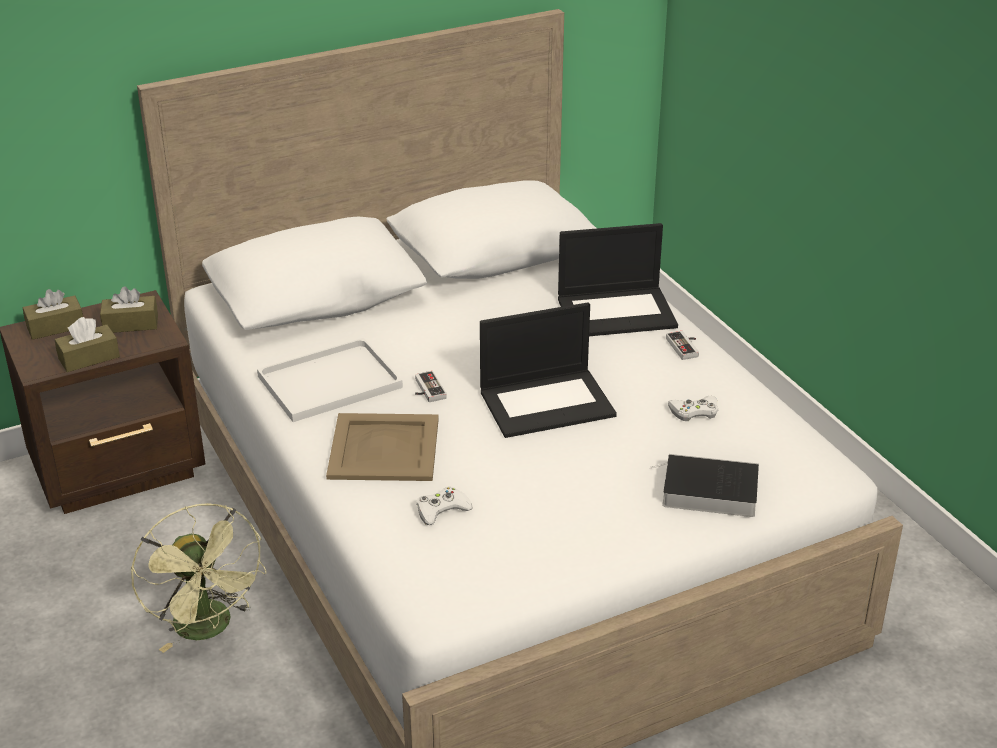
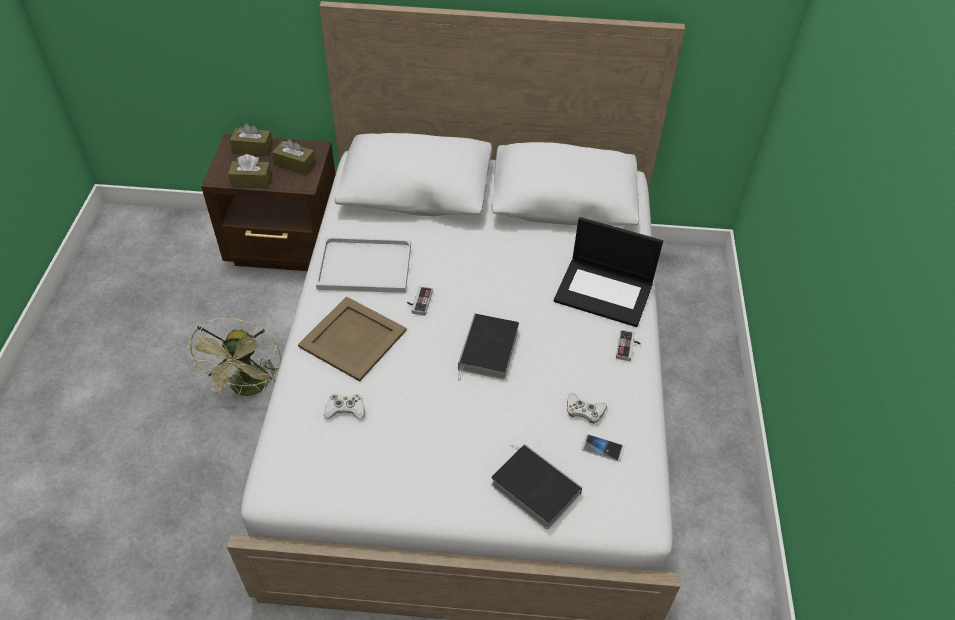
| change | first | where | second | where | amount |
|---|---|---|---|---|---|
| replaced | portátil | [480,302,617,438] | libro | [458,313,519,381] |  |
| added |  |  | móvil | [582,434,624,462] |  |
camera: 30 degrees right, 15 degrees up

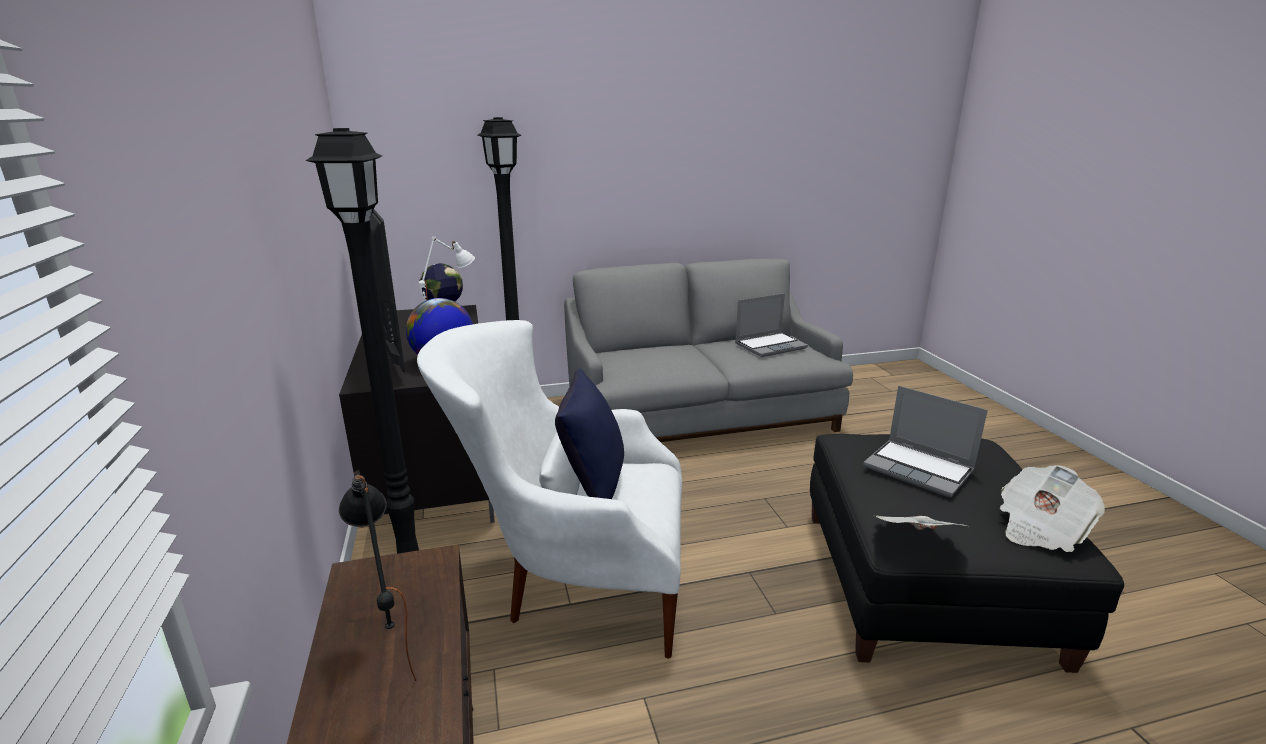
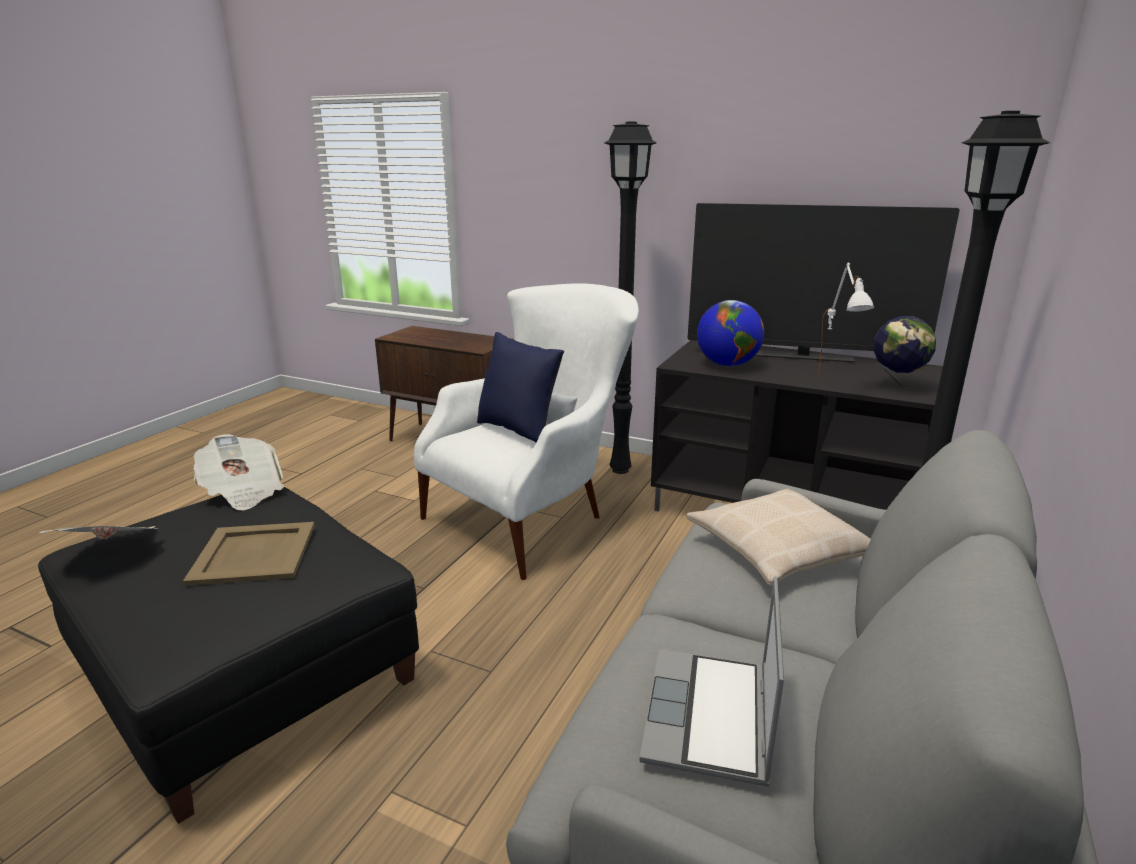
| change | first | where | second | where | amount |
|---|---|---|---|---|---|
| replaced | portátil | [863,386,988,497] | bandeja [beis] | [183,522,315,586] |  |
| added |  |  | cojín [beis] | [686,489,871,586] |  |
| removed | lámpara de mesa [negro] | [339,470,416,681] |  |  |  |
camera: 130 degrees right, 0 degrees up

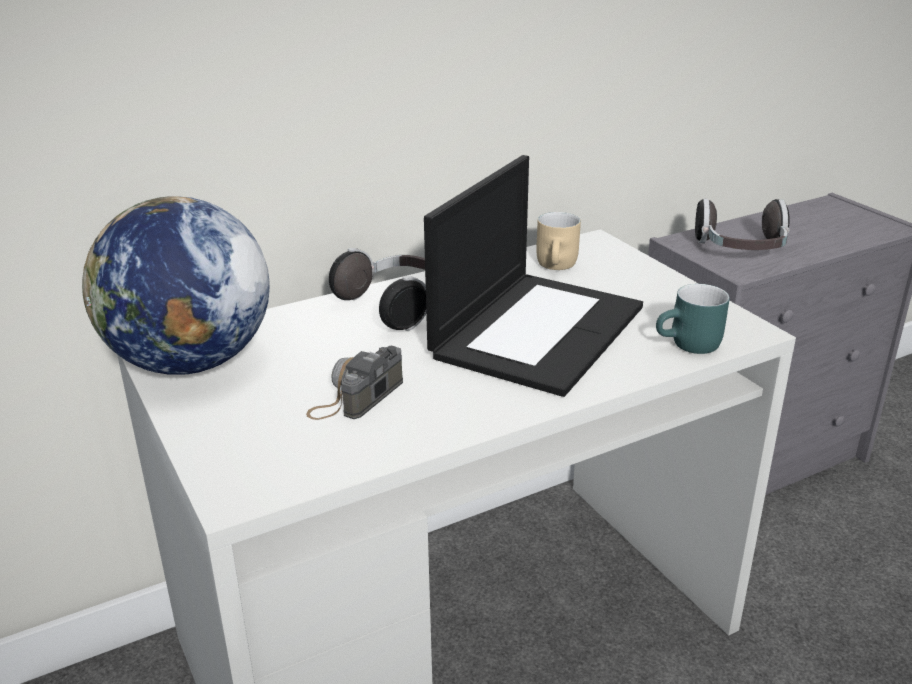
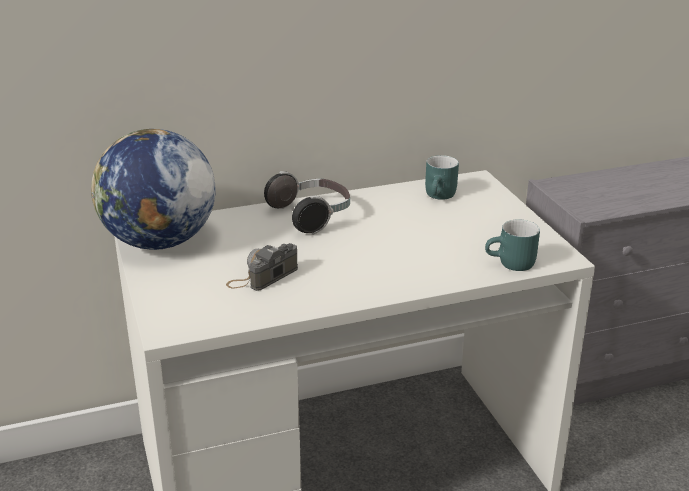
| change | first | where | second | where | amount |
|---|---|---|---|---|---|
| recoloured | taza grande [beis] | [537,212,581,270] | taza grande [turquesa] | [425,155,459,200] |  |
| removed | portátil | [424,155,643,397] |  |  |  |
| removed | auriculares | [695,198,790,250] |  |  |  |
camera: 10 degrees right, 0 degrees up

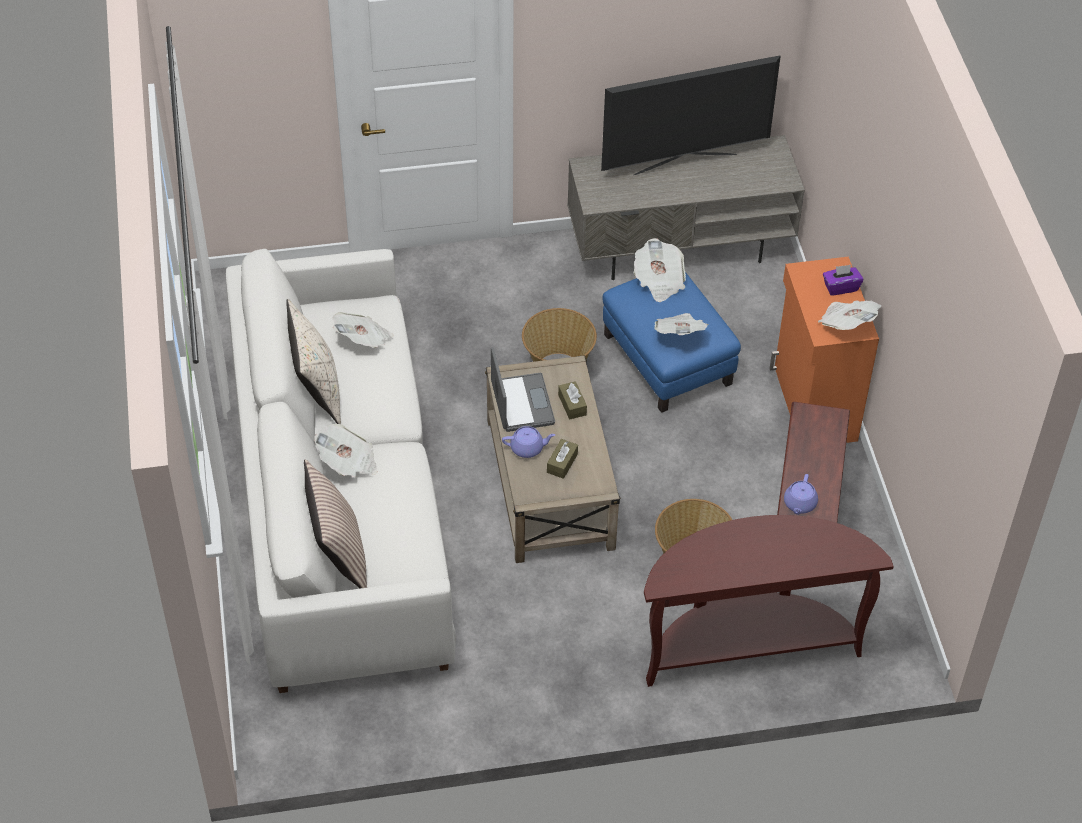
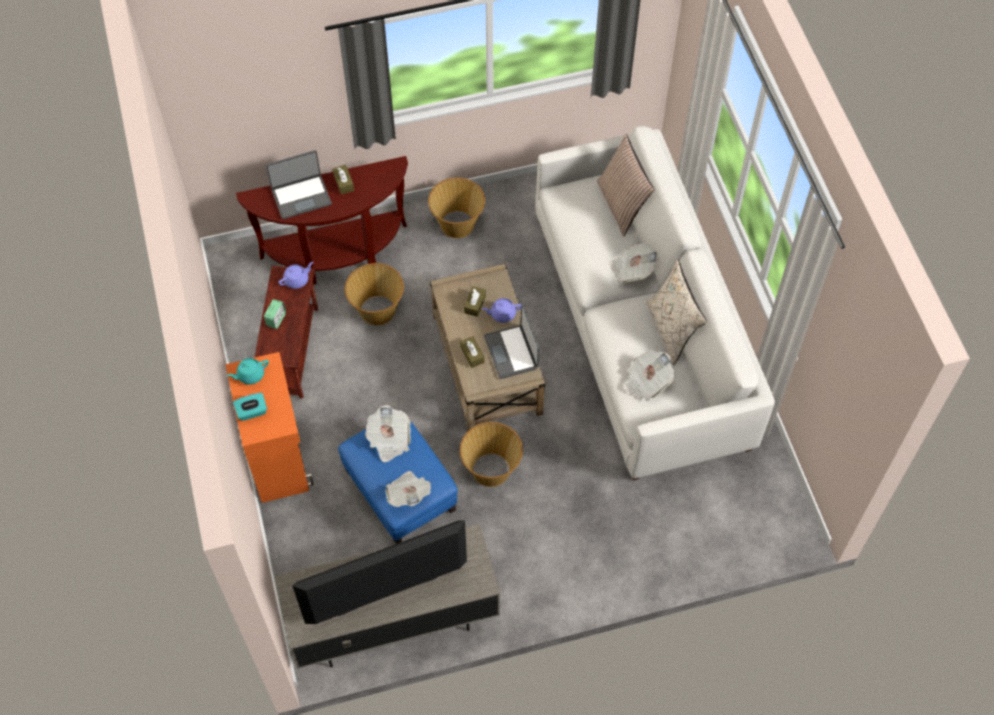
| change | first | where | second | where | amount |
|---|---|---|---|---|---|
| replaced | periódico | [818,300,881,330] | tetera [turquesa] | [227,358,269,385] |  |
| recoloured | caja de pañuelos [morado] | [823,265,863,296] | caja de pañuelos [turquesa] | [233,393,267,421] |  |
| added |  |  | despertador | [264,299,286,329] |  |
| added |  |  | portátil | [266,150,332,219] |  |
| turned | tetera [morado] | [784,474,818,515] |  | [278,262,313,289] | 45 degrees clockwise |
| added |  |  | caja de pañuelos [marrón] | [333,165,354,195] |  |
| added |  |  | cesta | [428,178,485,238] |  |
camera: 175 degrees right, 10 degrees up

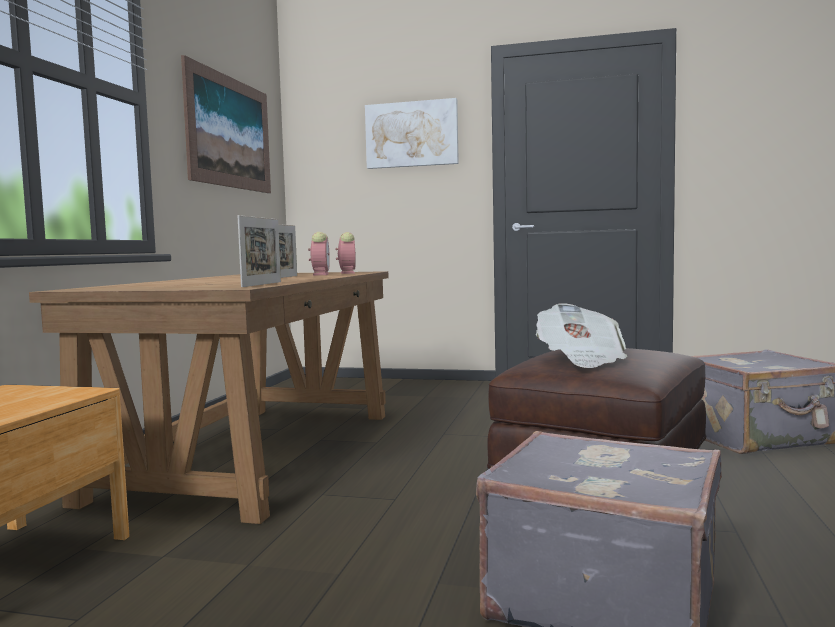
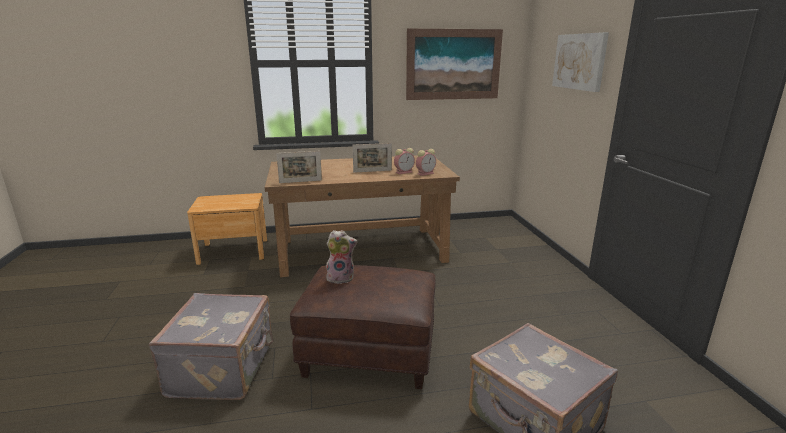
| change | first | where | second | where | amount |
|---|---|---|---|---|---|
| replaced | periódico | [536,303,627,368] | peluche | [326,230,357,284] |  |
camera: 65 degrees right, 15 degrees up

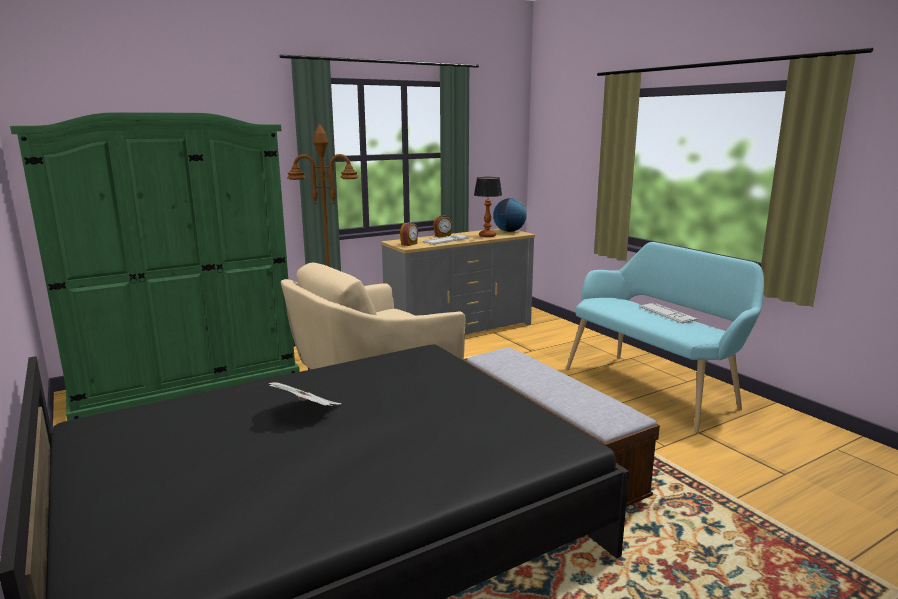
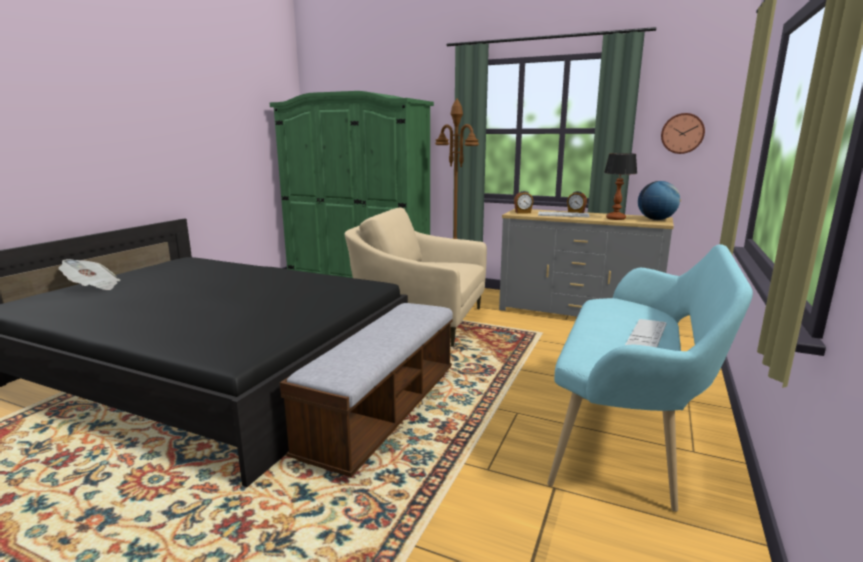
| change | first | where | second | where | amount |
|---|---|---|---|---|---|
| moved | periódico | [268,382,341,406] |  | [58,259,120,290] |  |
| added |  |  | reloj de pared | [661,113,705,154] |  |
camera: 55 degrees right, 0 degrees up

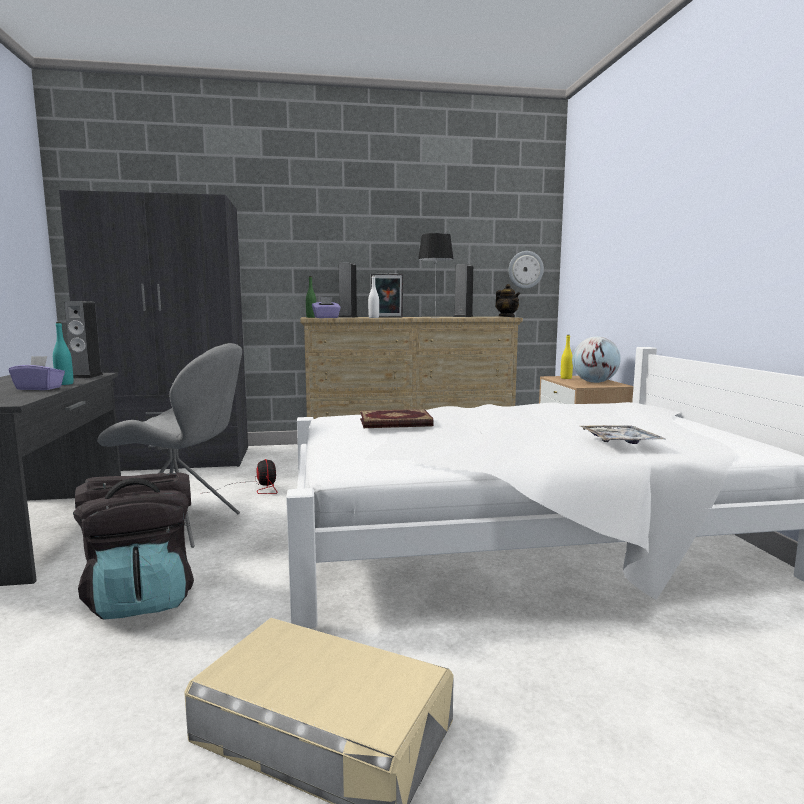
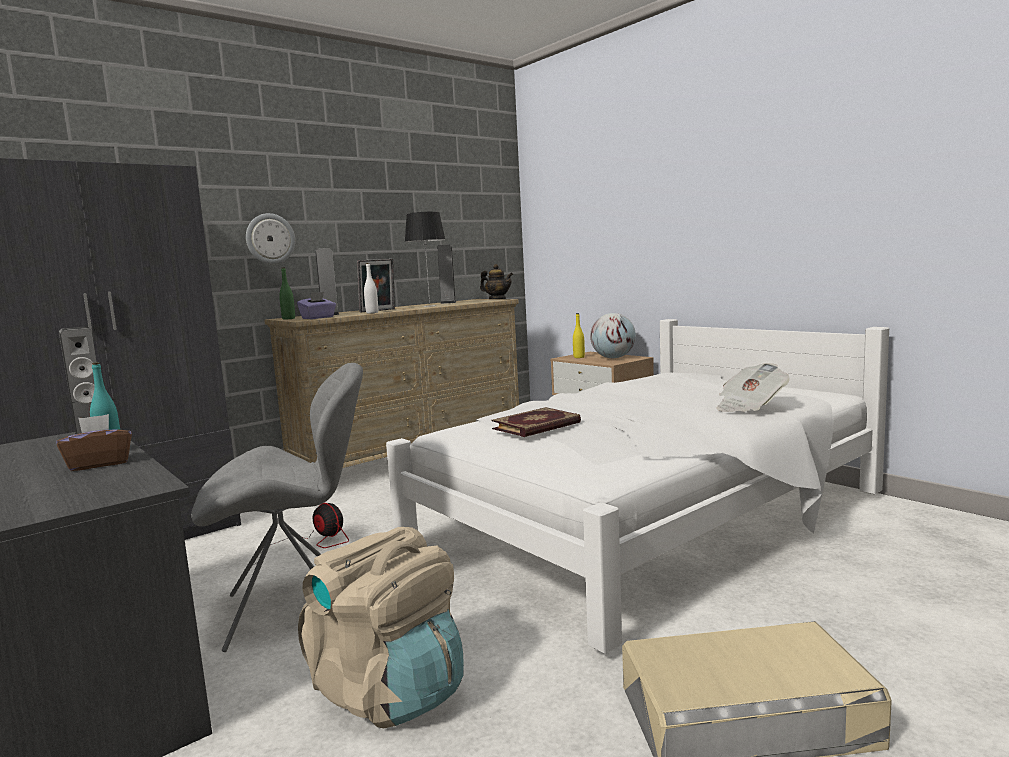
| change | first | where | second | where | amount |
|---|---|---|---|---|---|
| recoloured | caja de pañuelos [morado] | [9,356,65,390] | caja de pañuelos [marrón] | [56,414,132,471] |  |
| moved | reloj de pared | [508,251,544,289] |  | [246,213,295,264] |  |
| recoloured | mochila [negro] | [73,472,194,620] | mochila [beis] | [298,527,464,728] |  |
| replaced | bandeja | [580,425,667,444] | periódico | [716,363,789,412] |  |
camera: 30 degrees left, 0 degrees up

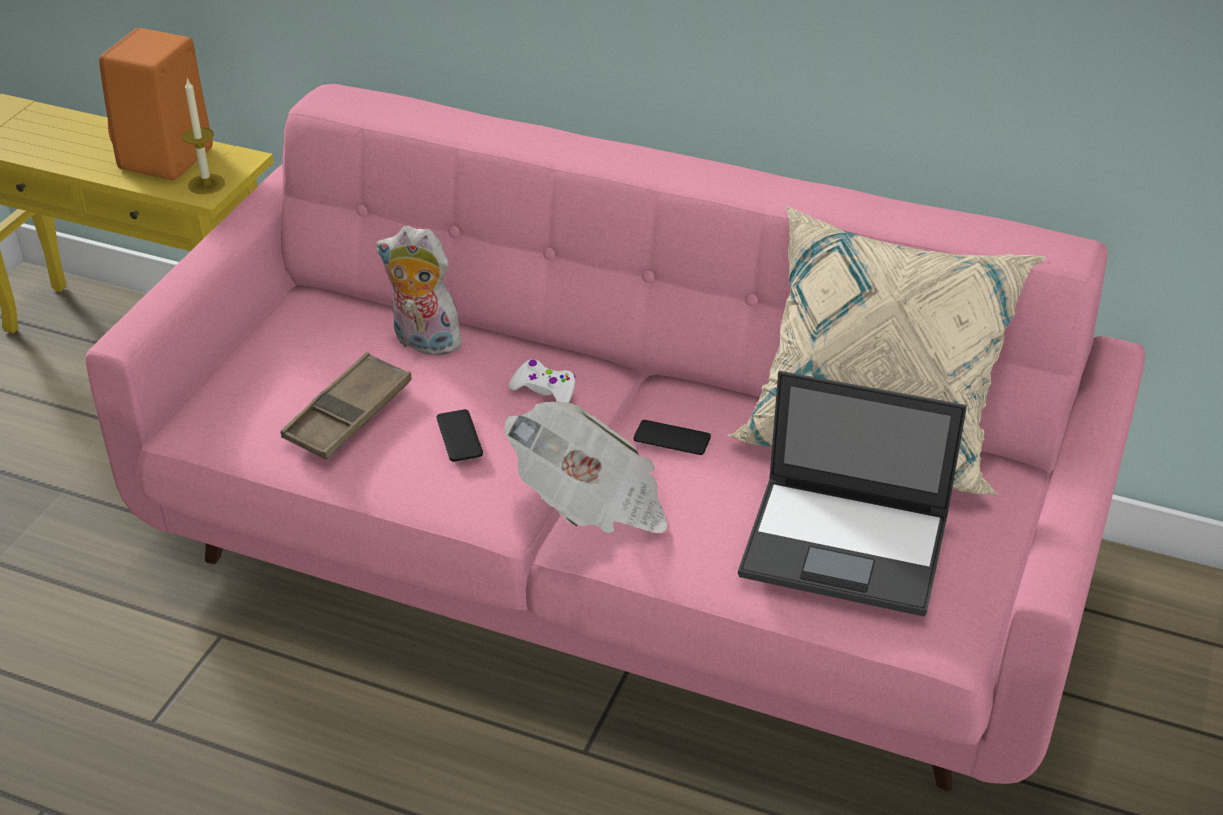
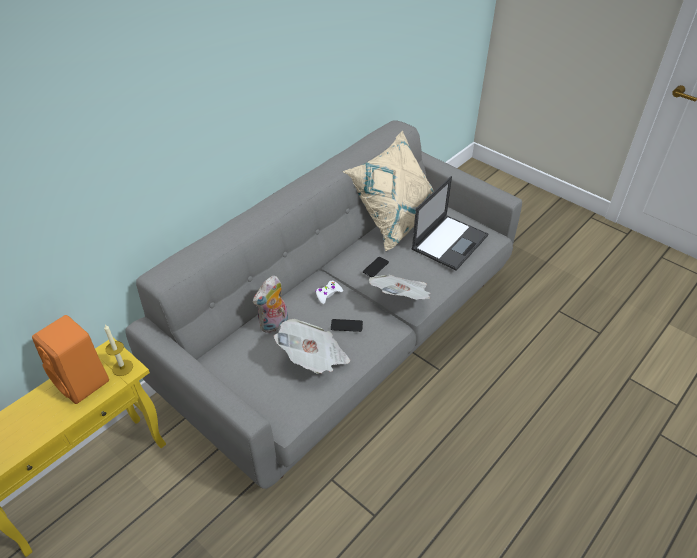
| change | first | where | second | where | amount |
|---|---|---|---|---|---|
| recoloured | sofá [rosa] | [86,84,1145,791] | sofá [gris] | [125,120,522,489] |  |
| replaced | bandeja [marrón] | [281,352,412,460] | periódico | [274,319,350,374] |  |
camera: 70 degrees left, 5 degrees up

